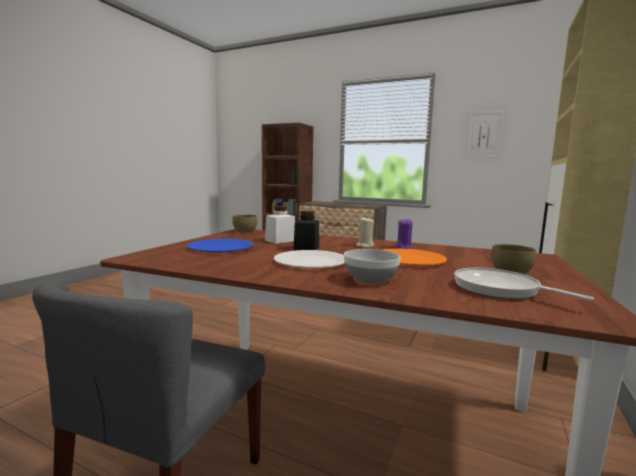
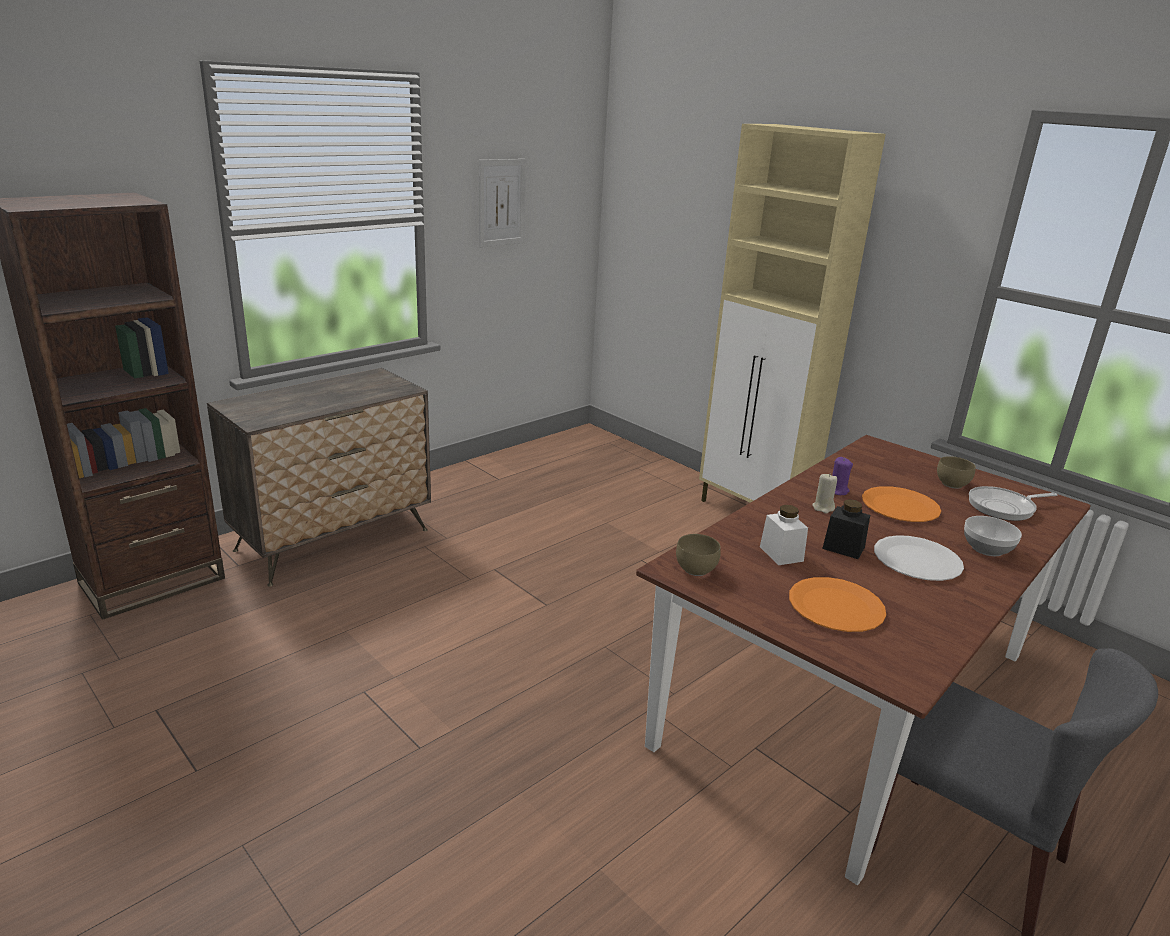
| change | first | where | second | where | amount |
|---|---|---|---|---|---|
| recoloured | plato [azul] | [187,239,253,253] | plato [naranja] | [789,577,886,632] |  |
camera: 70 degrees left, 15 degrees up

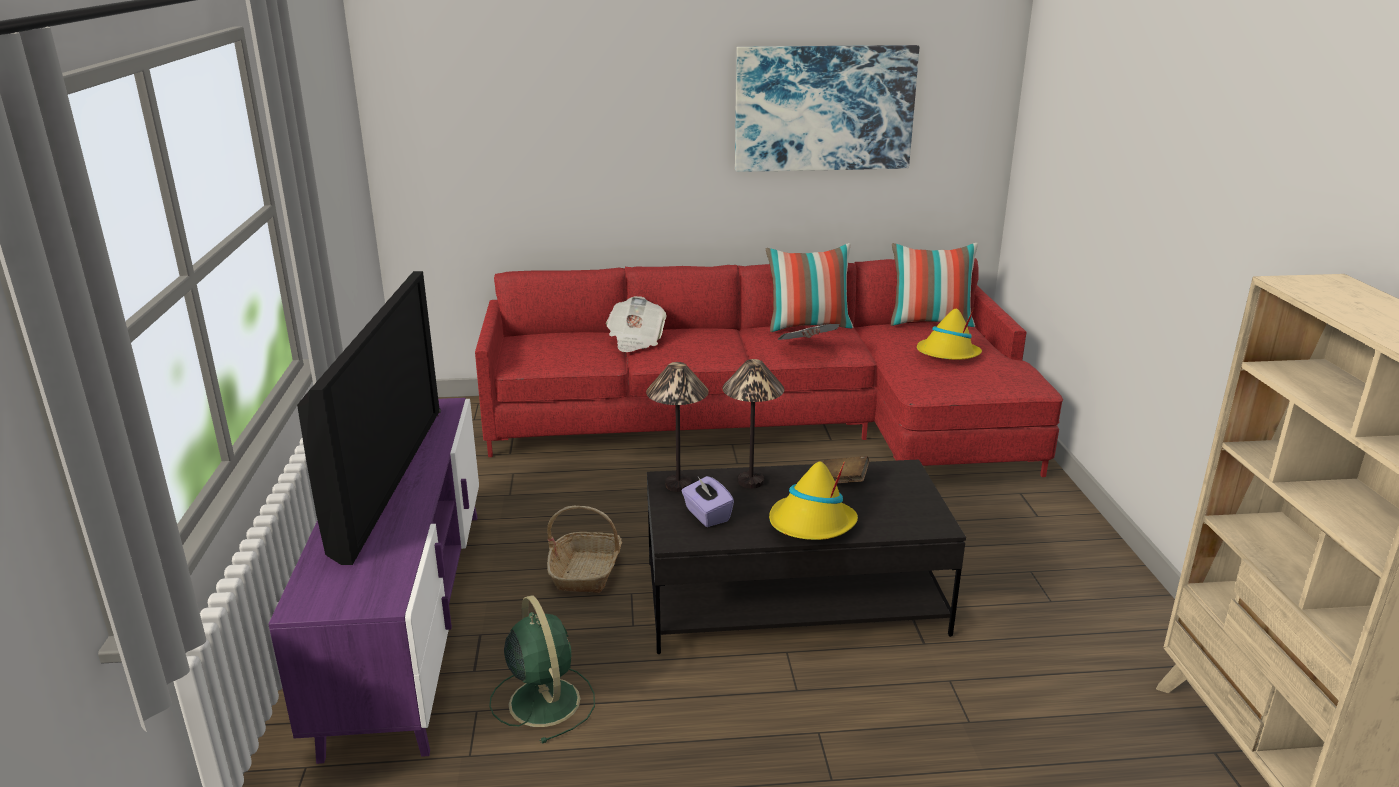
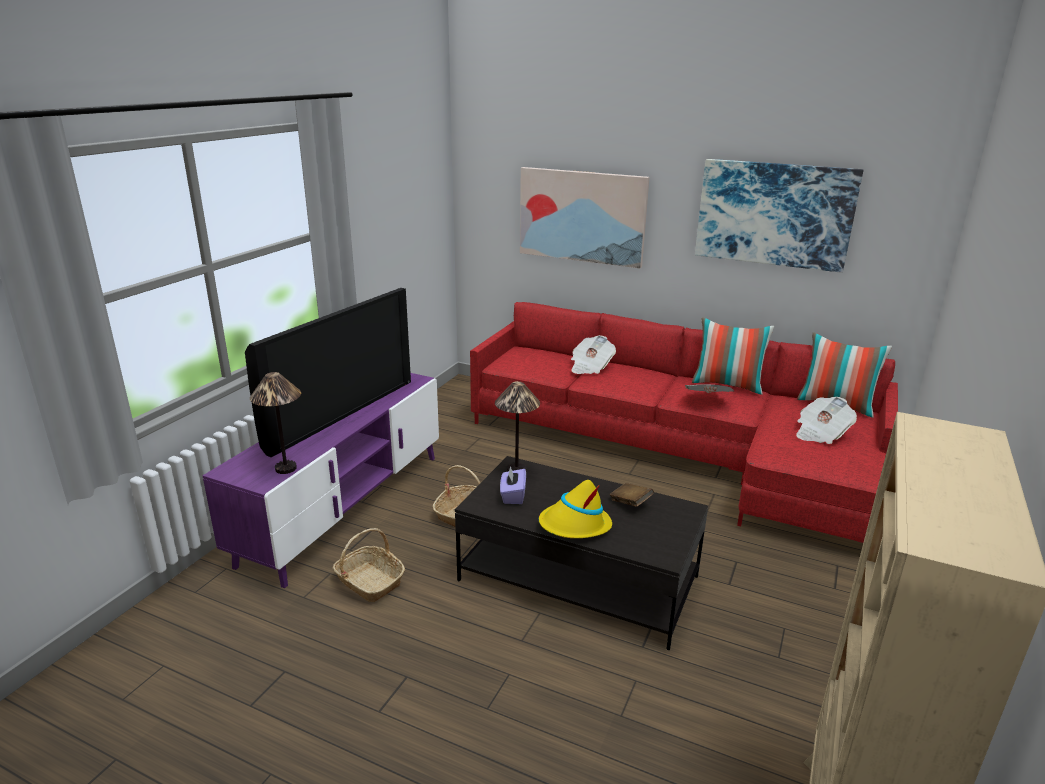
| change | first | where | second | where | amount |
|---|---|---|---|---|---|
| moved | lámpara de mesa | [722,359,785,488] |  | [250,372,301,474] |  |
| replaced | ventilador [verde] | [489,595,595,743] | cesta | [333,528,405,602] |  |
| added |  |  | cuadro | [520,167,650,268] |  |
| replaced | sombrero [amarillo] | [917,307,982,360] | periódico | [796,397,857,444] |  |
camera: 30 degrees right, 0 degrees up

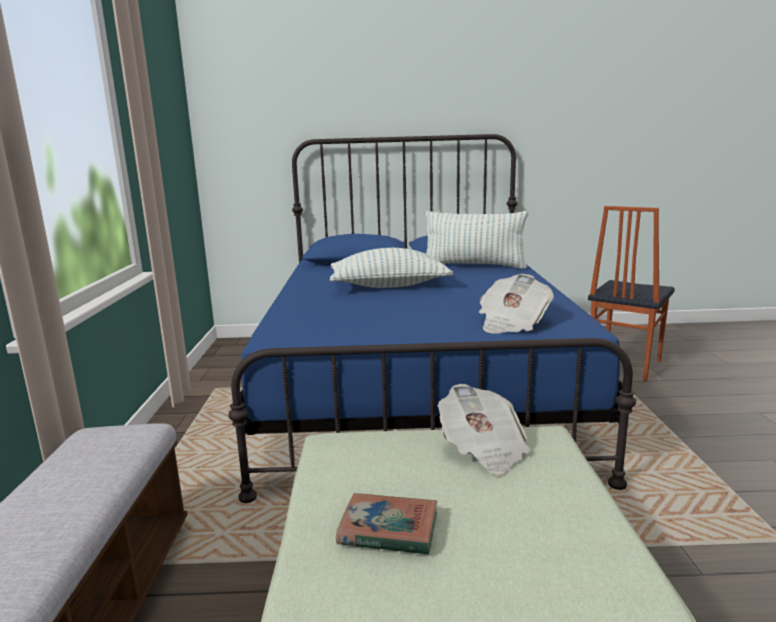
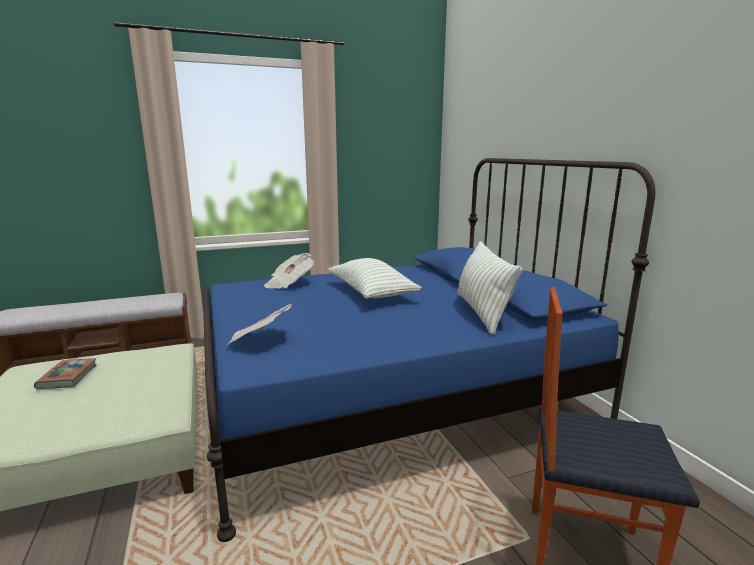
| change | first | where | second | where | amount |
|---|---|---|---|---|---|
| moved | periódico | [438,384,531,476] |  | [264,253,314,289] |  |
camera: 70 degrees right, 0 degrees up

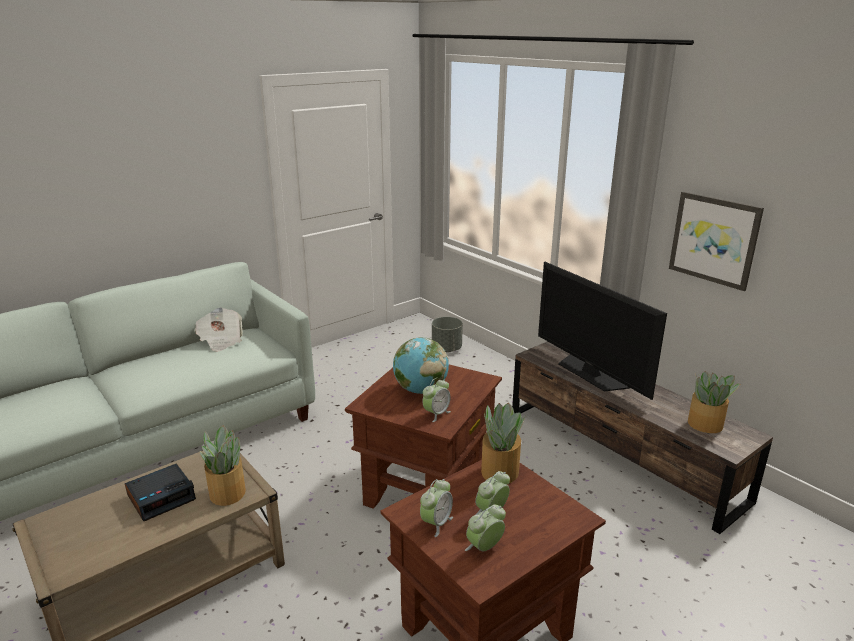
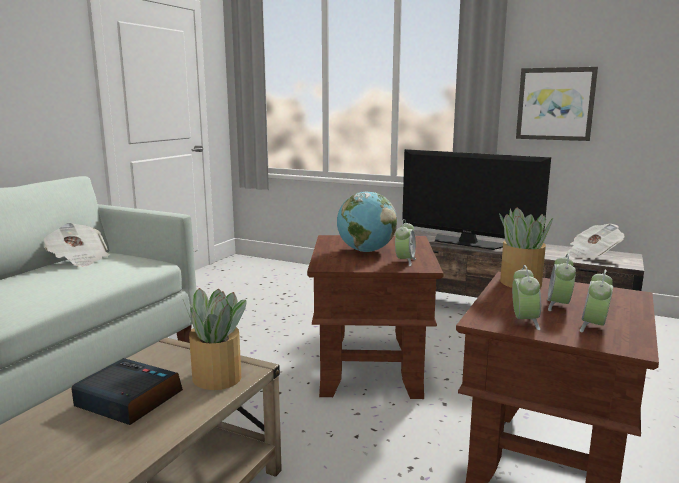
| change | first | where | second | where | amount |
|---|---|---|---|---|---|
| turned | despertador | [125,464,196,521] |  | [71,358,183,425] | 90 degrees counterclockwise |
| replaced | planta en maceta | [688,371,740,433] | periódico | [565,224,624,259] |  |
| removed | maceta [gris] | [432,317,463,352] |  |  |  |
camera: 25 degrees left, 10 degrees down

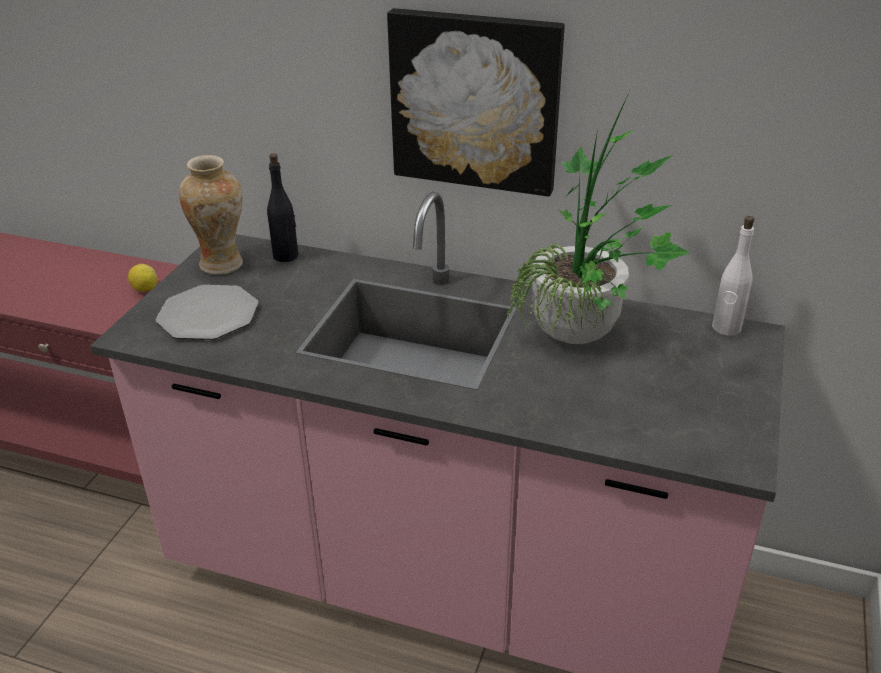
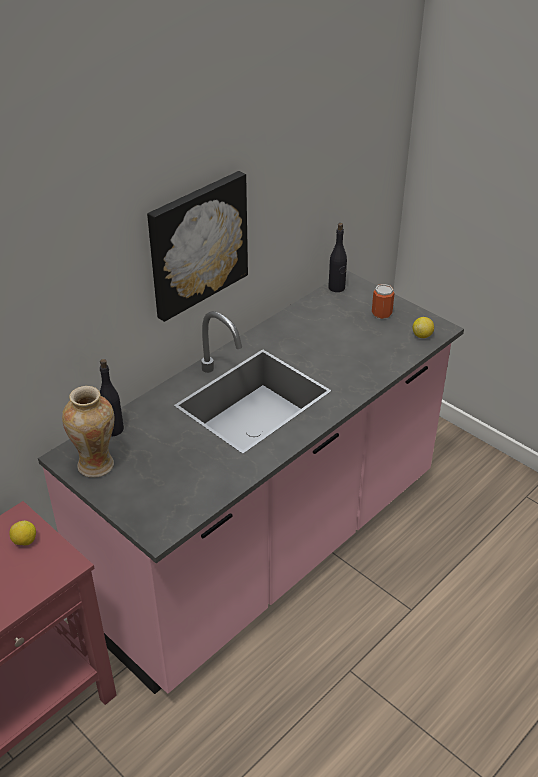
| change | first | where | second | where | amount |
|---|---|---|---|---|---|
| recoloured | botella [blanco] | [712,216,754,336] | botella [negro] | [328,223,347,292] |  |
| added |  |  | lata | [372,284,395,319] |  |
| added |  |  | limón | [413,317,434,338] |  |
| removed | plato | [156,285,259,340] |  |  |  |
| removed | planta en maceta | [507,91,689,344] |  |  |  |
camera: 65 degrees left, 5 degrees up

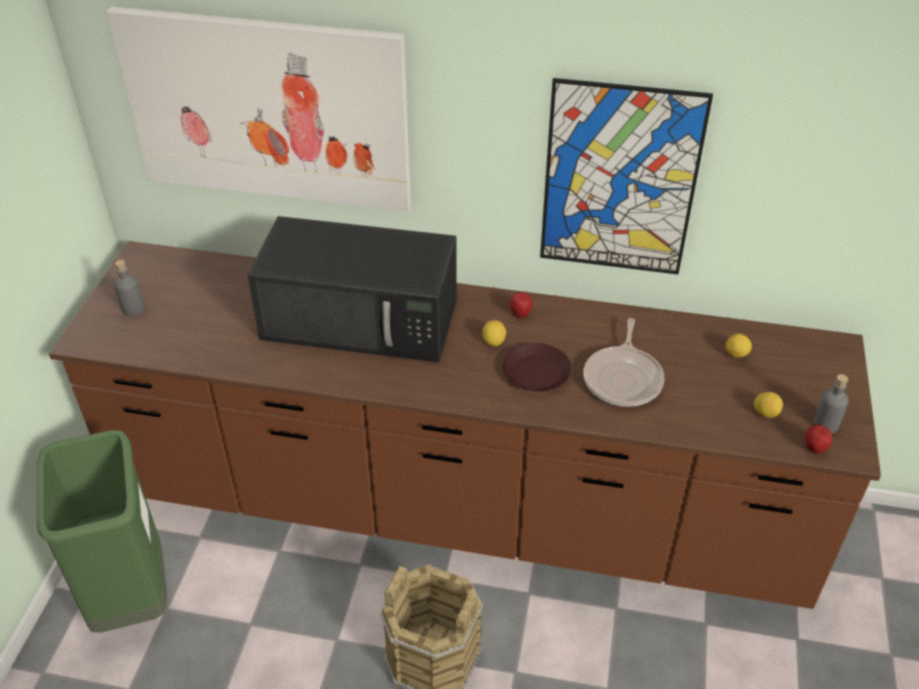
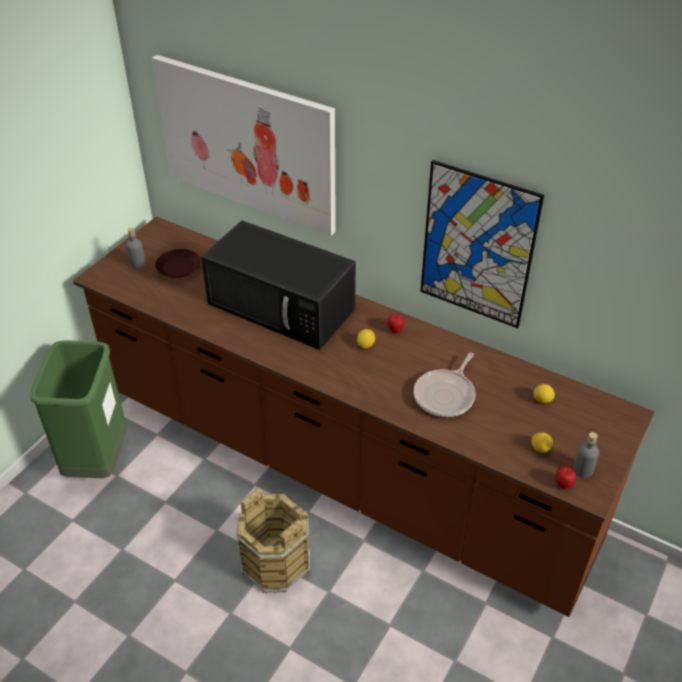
| change | first | where | second | where | amount |
|---|---|---|---|---|---|
| moved | plato [marrón] | [503,343,572,391] |  | [155,249,201,278] |  |
camera: 20 degrees right, 0 degrees up

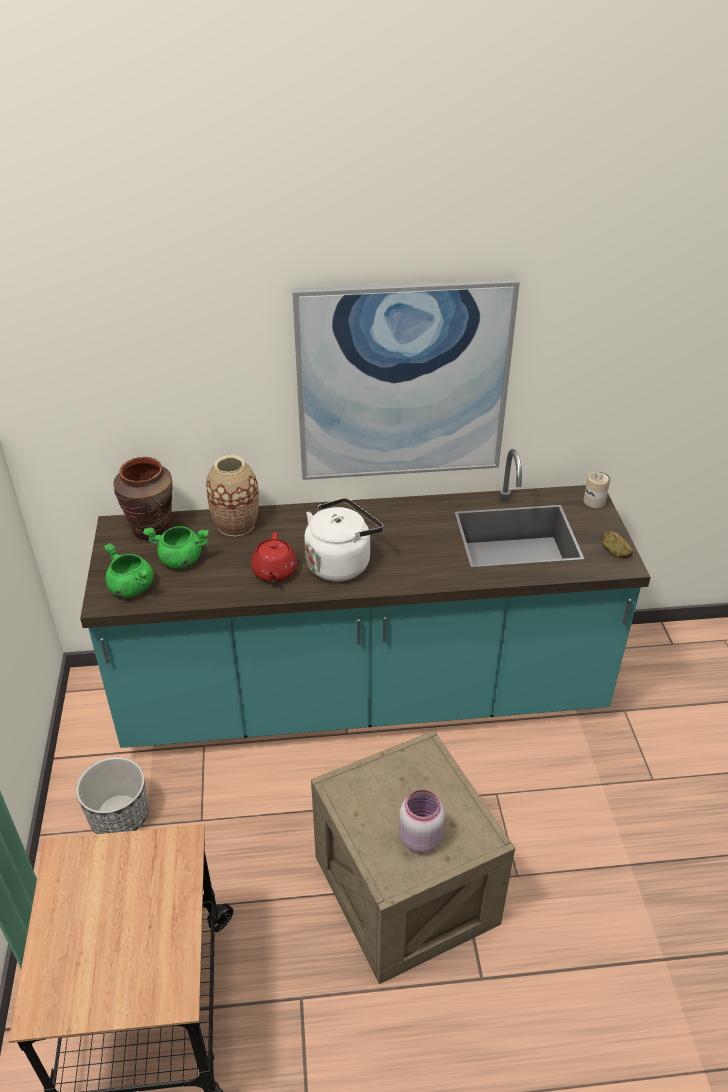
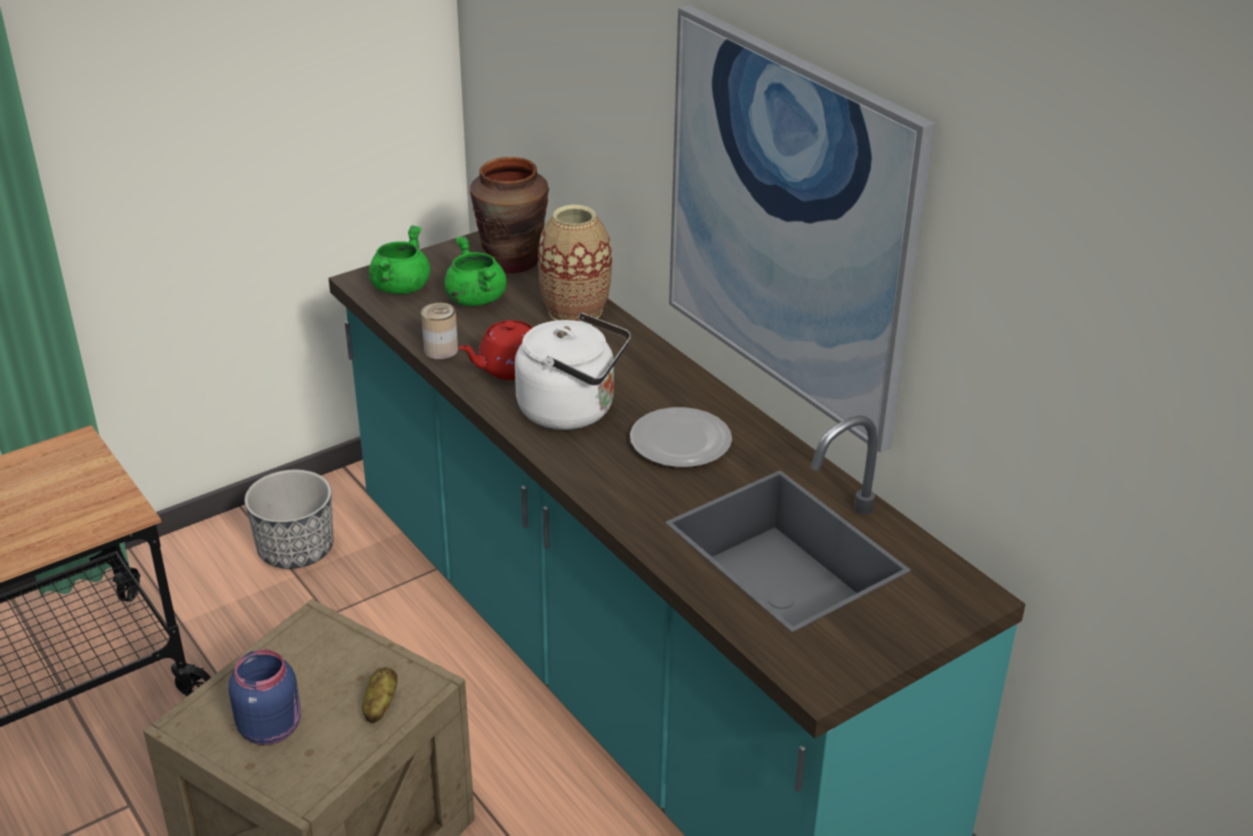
| change | first | where | second | where | amount |
|---|---|---|---|---|---|
| recoloured | tarro [rosa] | [399,790,445,853] | tarro [azul] | [229,649,301,745] |  |
| moved | patata | [601,530,632,558] |  | [362,667,397,723] |  |
| moved | lata | [583,472,610,508] |  | [421,303,458,359] |  |
| added |  |  | plato | [630,407,732,467] |  |
camera: 60 degrees right, 5 degrees down

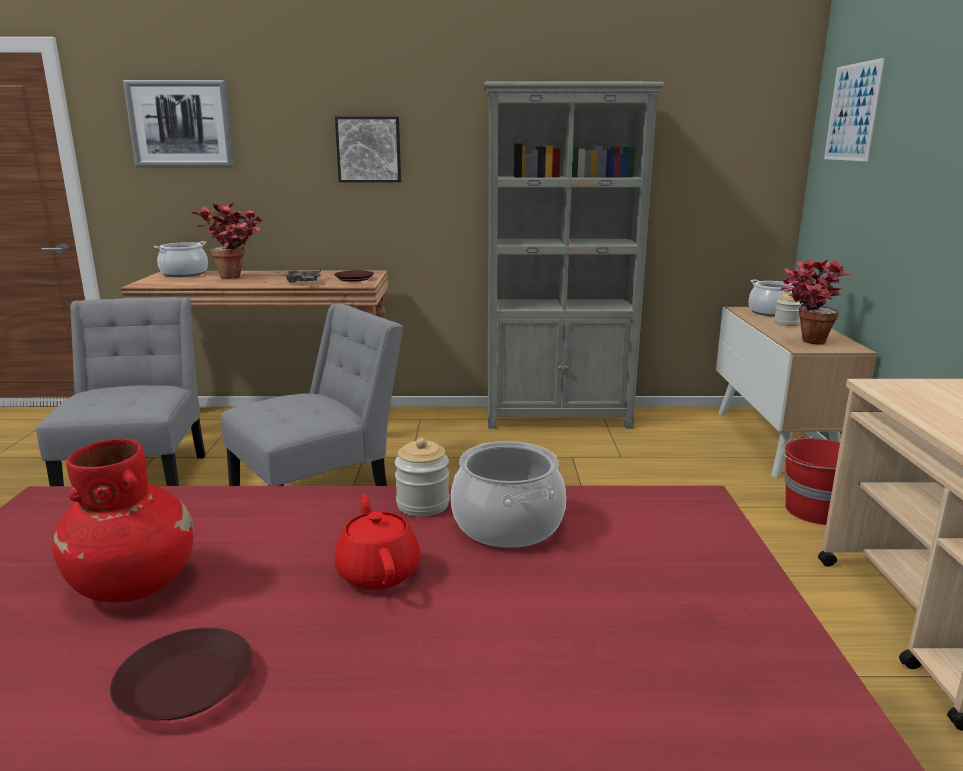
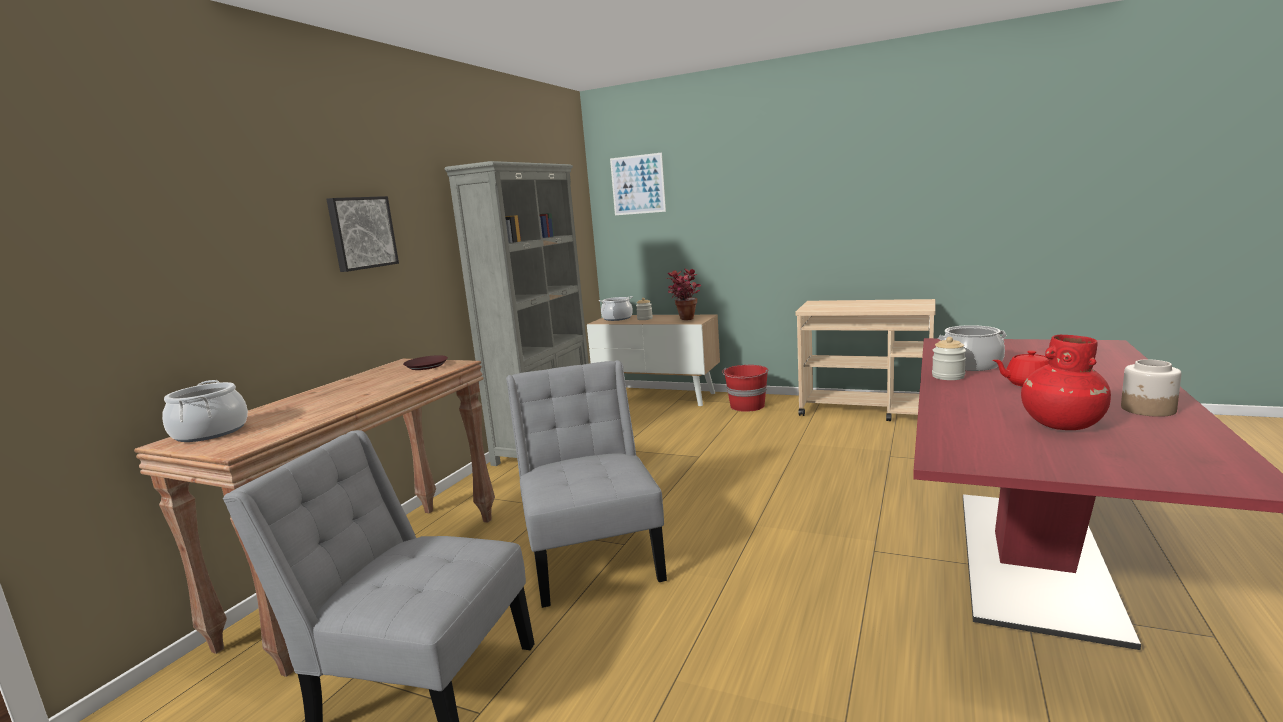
| change | first | where | second | where | amount |
|---|---|---|---|---|---|
| replaced | plato [marrón] | [110,628,253,720] | tarro | [1121,359,1181,417] |  |
| removed | cuadro | [123,80,235,167] |  |  |  |
| removed | planta en maceta | [192,203,262,278] |  |  |  |
| removed | bandeja [gris] | [283,268,321,283] |  |  |  |
camera: 65 degrees left, 5 degrees down

